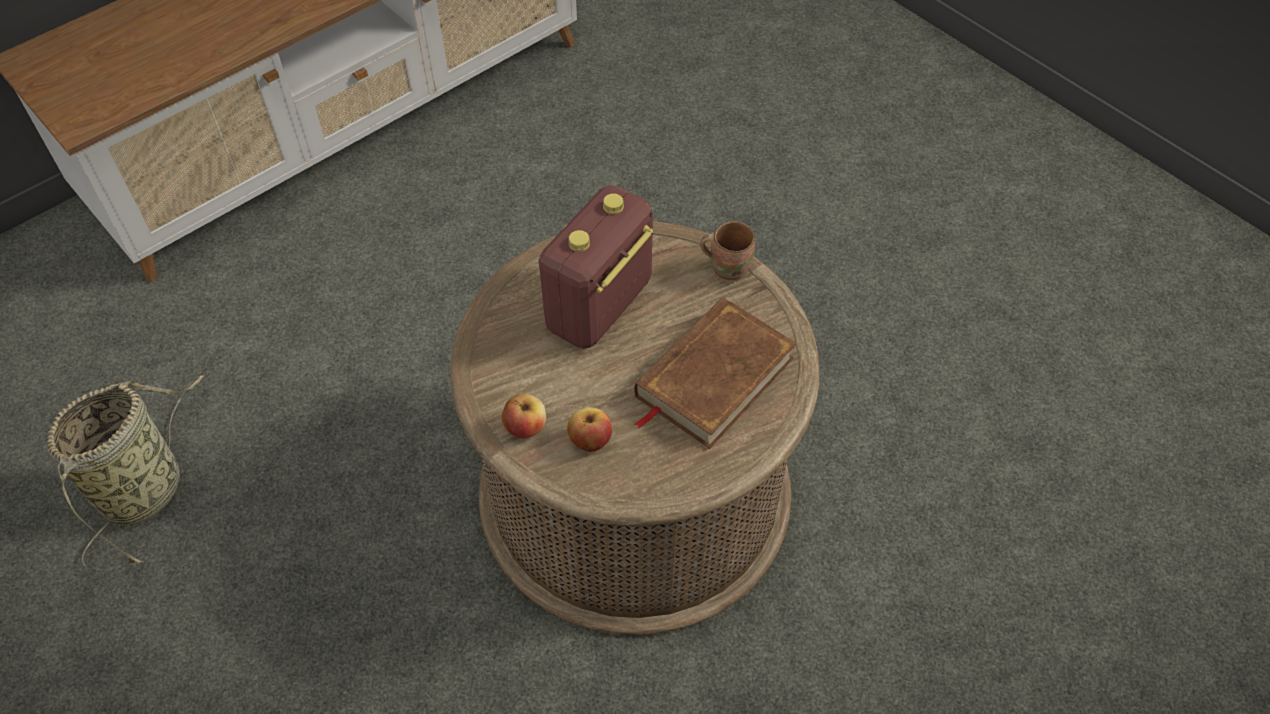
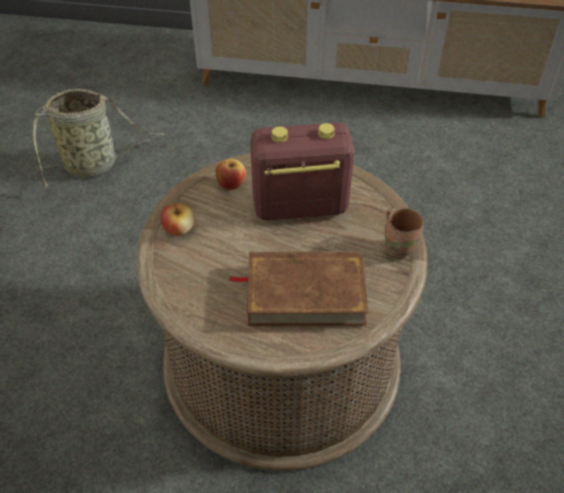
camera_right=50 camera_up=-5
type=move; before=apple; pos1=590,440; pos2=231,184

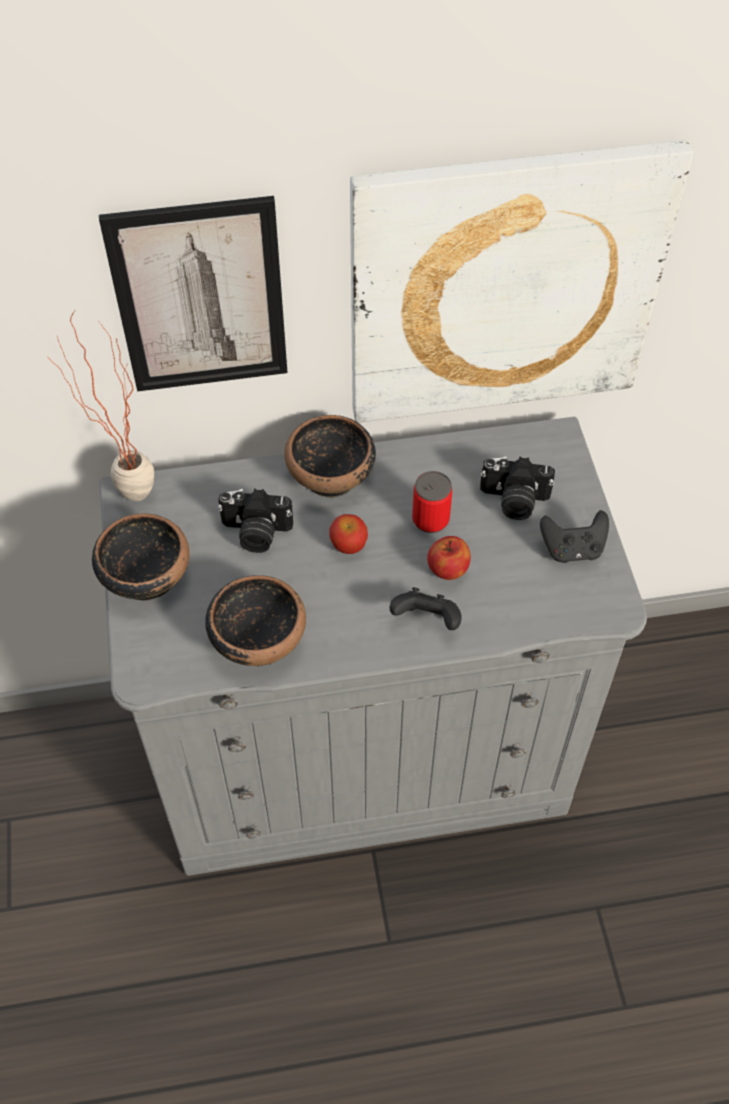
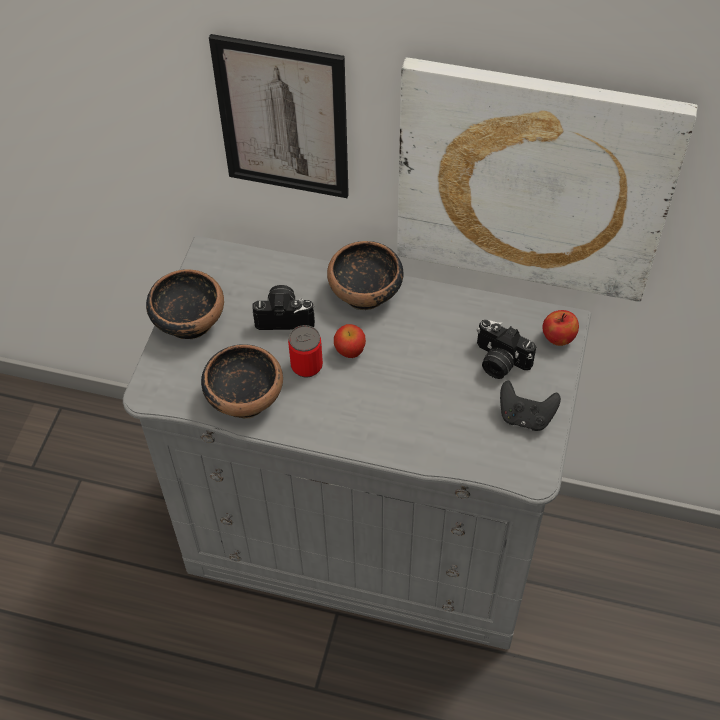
camera_right=25 camera_up=0
type=delete; before=potted plant; pos1=124,496
type=move; before=can; pos1=430,519; pos2=306,365
type=rotate; before=photo camera; pos1=255,533; pos2=285,316; turn=150
type=move; before=apple; pos1=447,570; pos2=558,338
type=delete; before=black game controller; pos1=427,620

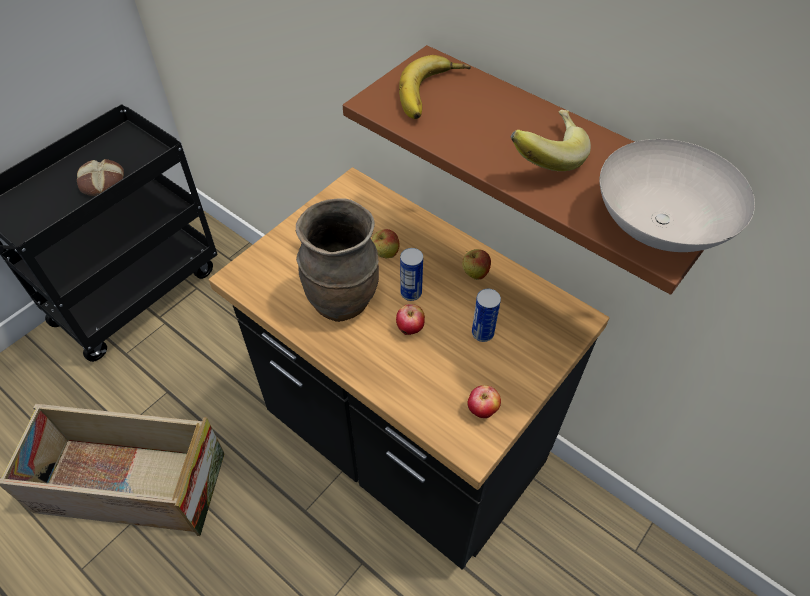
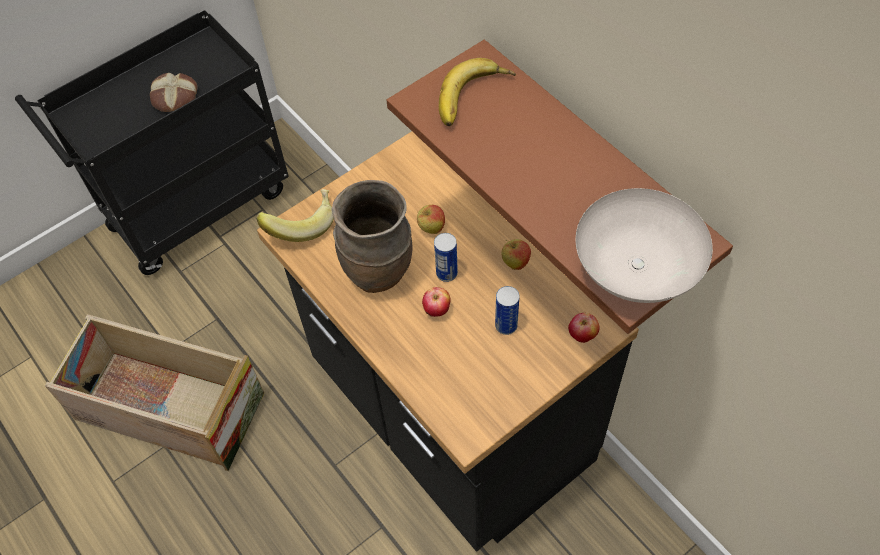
camera_right=15 camera_up=5
type=move; before=banana; pos1=544,156; pos2=301,223
type=move; before=apple; pos1=482,411; pos2=582,336

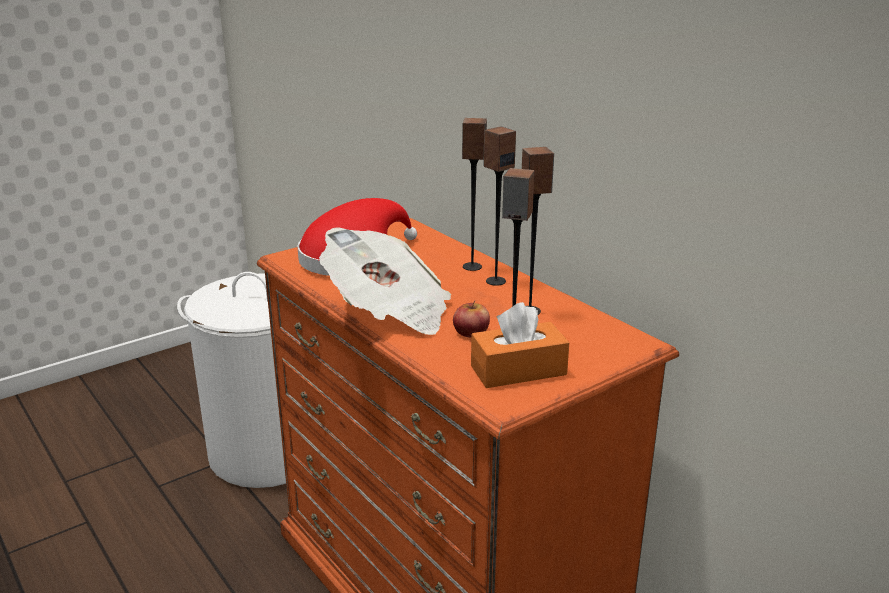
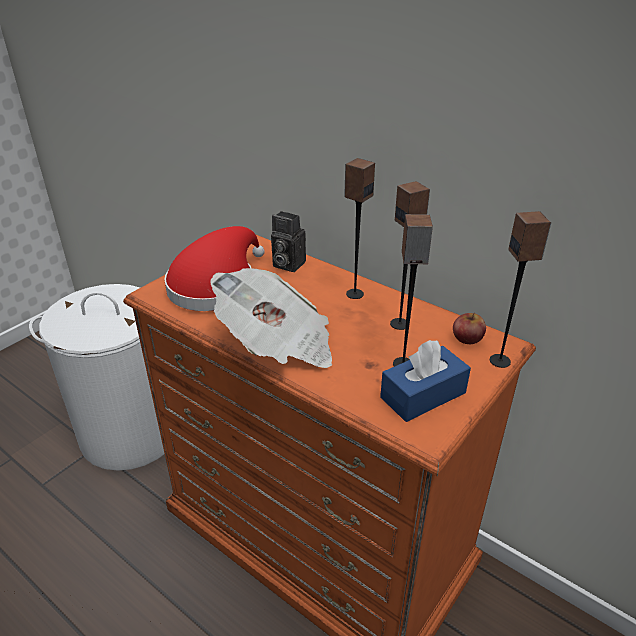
camera_right=-15 camera_up=10
type=move; before=speaker; pos1=472,267; pos2=500,361
type=move; before=apple; pos1=471,331; pos2=467,337
type=recolor; before=orange tissue box; after=blue tissue box; pos1=518,370; pos2=423,395
type=insert; after=photo camera; pos2=286,264

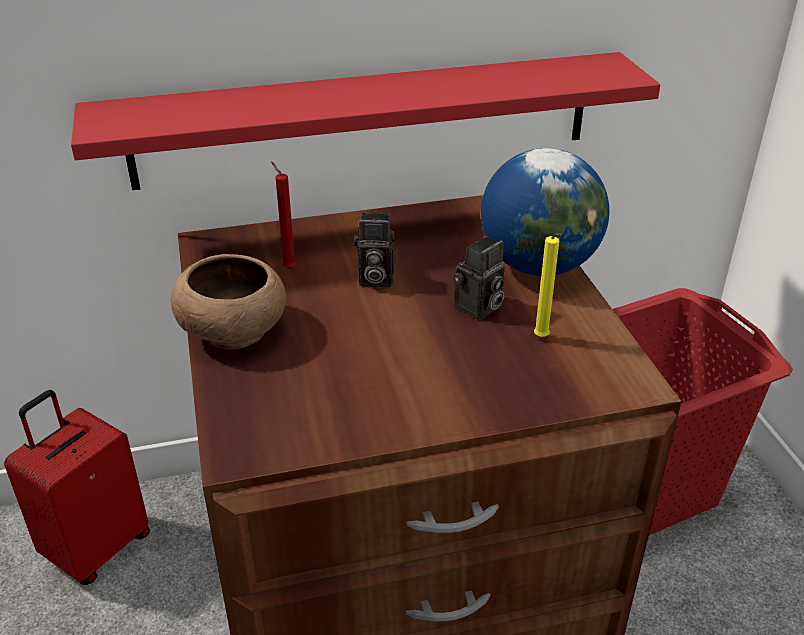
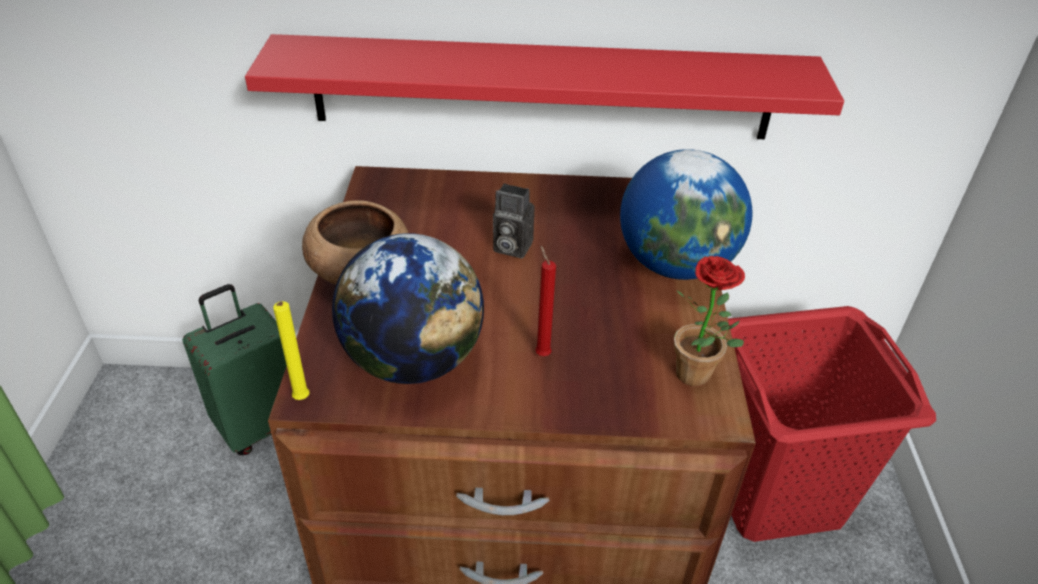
camera_right=15 camera_up=5
type=move; before=red candle; pos1=288,267; pos2=541,353
type=move; before=yellow candle; pos1=542,338; pos2=301,400
type=delete; before=photo camera; pos1=478,308
type=recolor; before=red suitcase; after=green suitcase; pos1=96,547; pos2=261,424
type=insert; after=globe; pos2=413,360
type=insert; after=potted plant; pos2=698,378

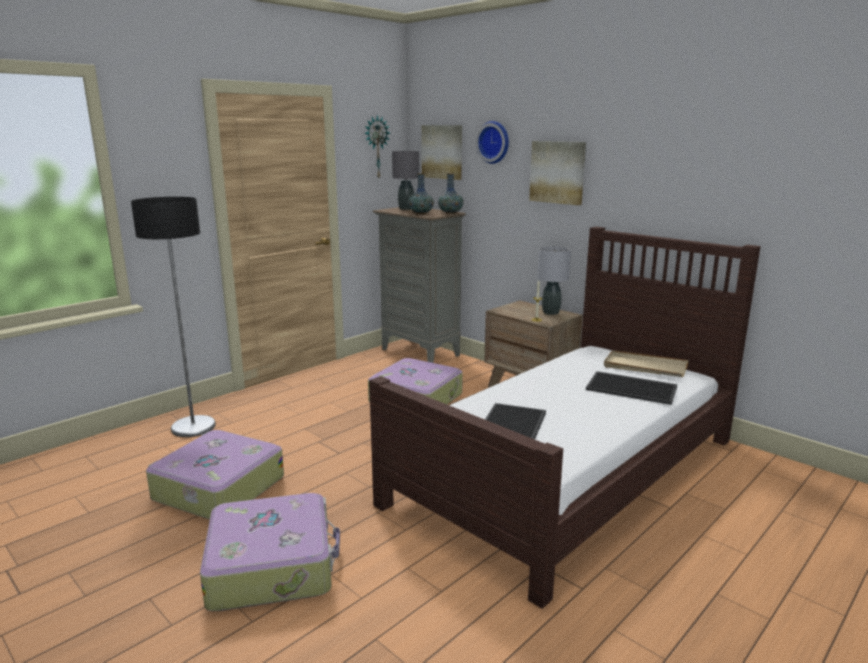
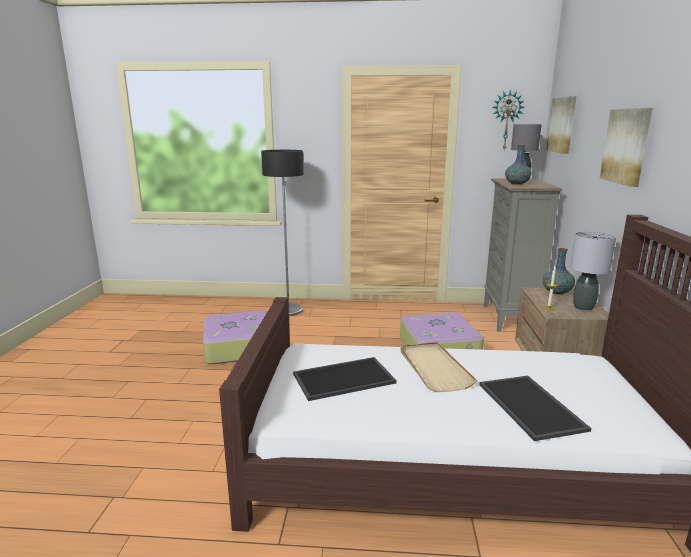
camera_right=50 camera_up=0
type=delete; before=wall clock; pos1=494,142
type=move; before=vase; pos1=450,213; pos2=557,292
type=move; before=beige tray; pos1=644,367; pos2=433,368
type=delete; before=suitcase; pos1=272,565

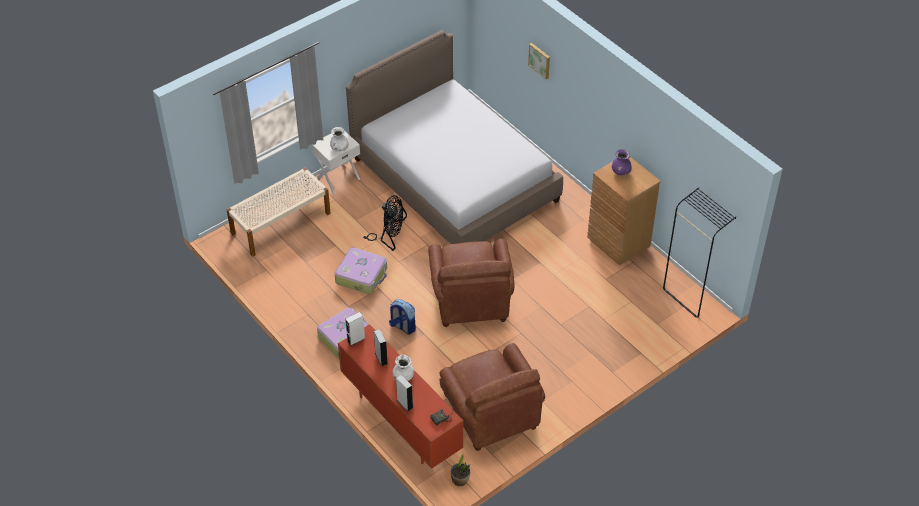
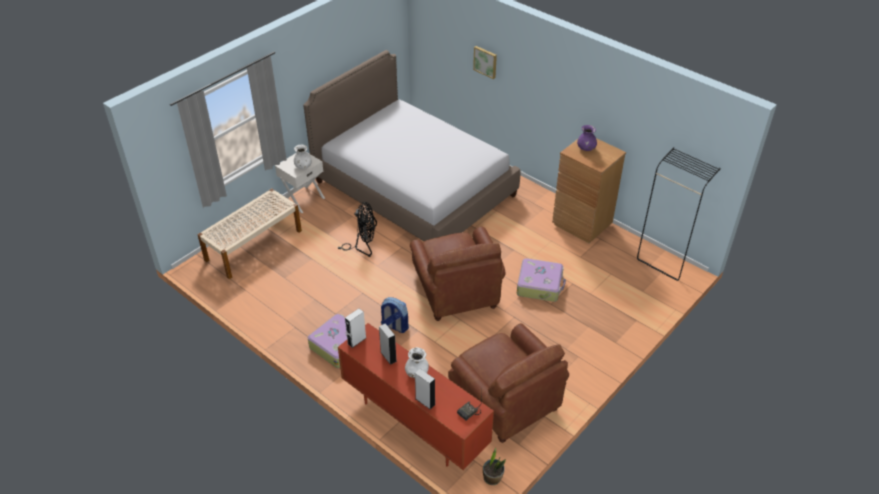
camera_right=-10 camera_up=-5
type=move; before=suitcase; pos1=362,275; pos2=540,285

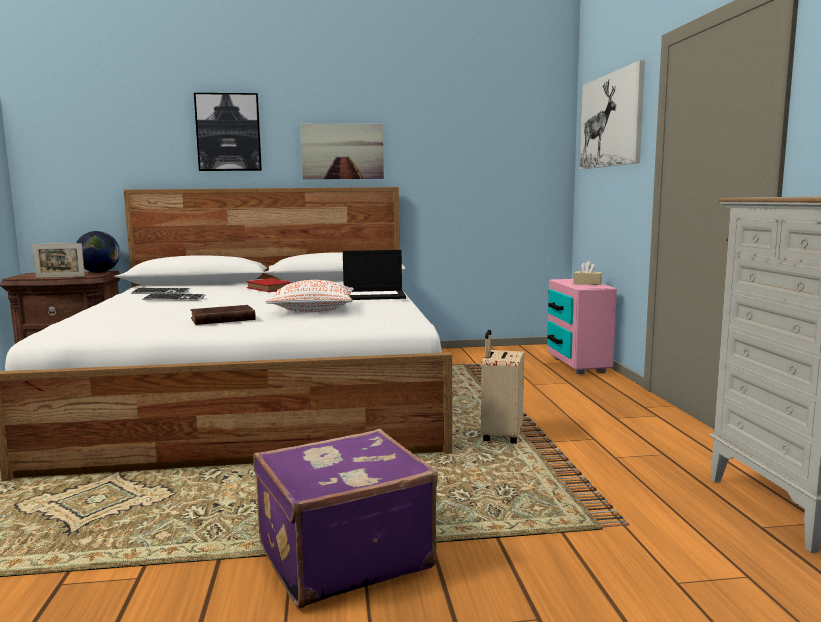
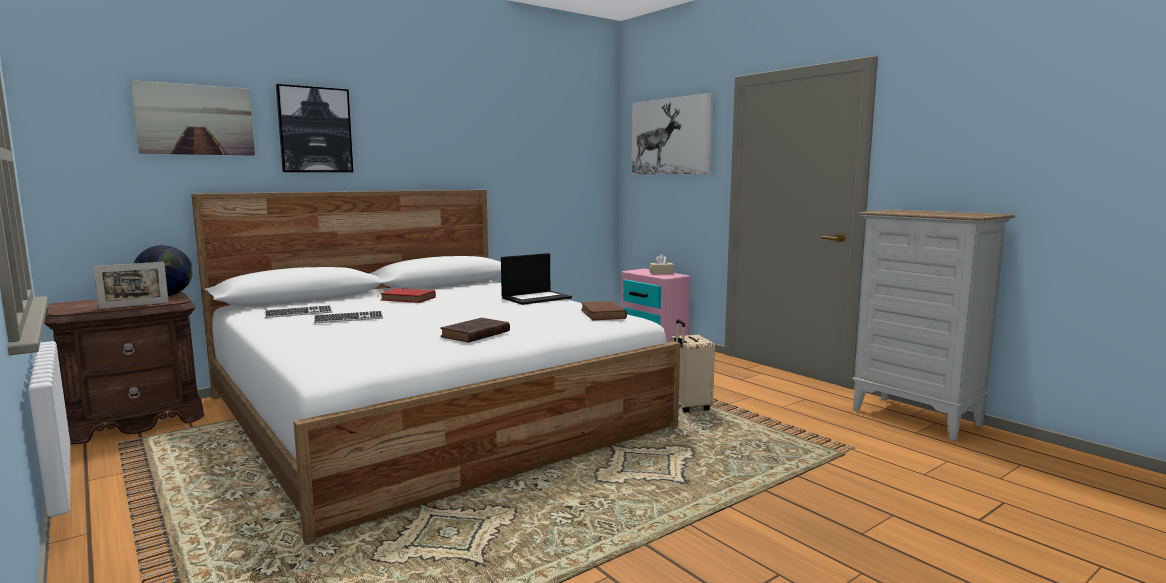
camera_right=-30 camera_up=0
type=move; before=picture; pos1=342,151; pos2=195,120
type=delete; before=white pillow; pos1=313,310
type=delete; before=purple suitcase; pos1=342,556
type=insert; after=brown book; pos2=603,314

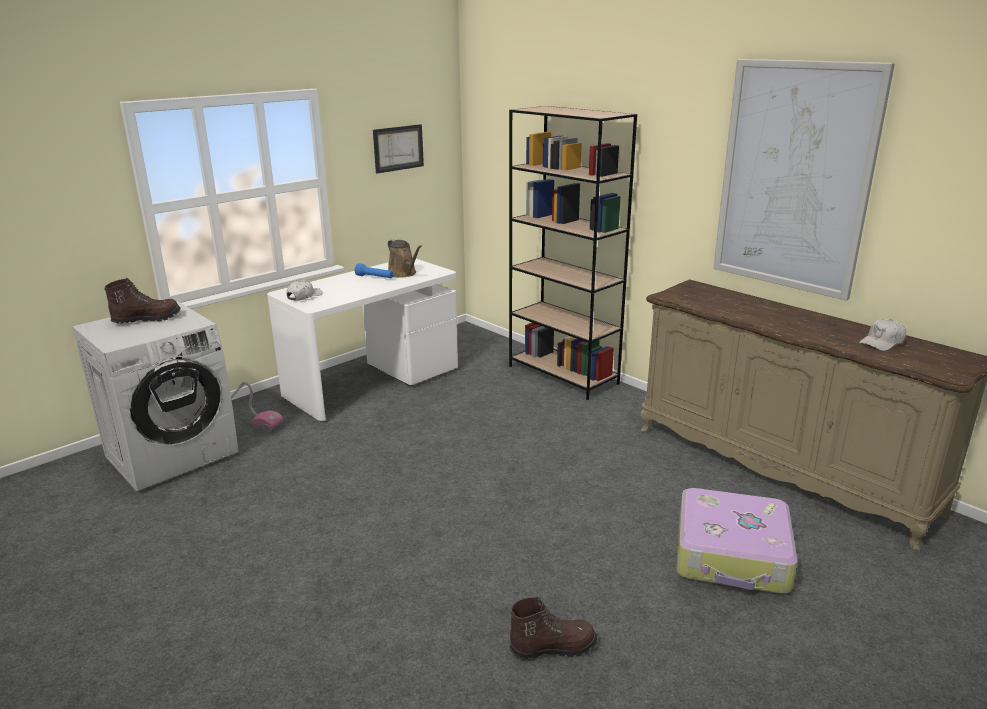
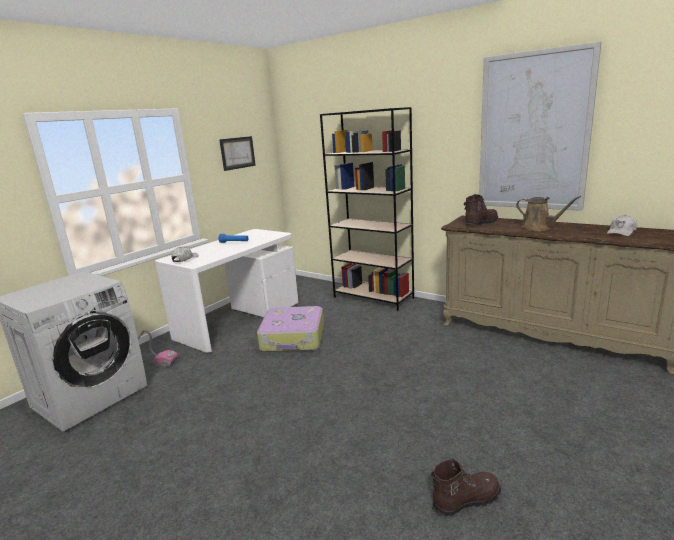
camera_right=-10 camera_up=-5
type=move; before=brown watering can; pos1=403,274; pos2=539,228
type=move; before=brown boot; pos1=147,319; pos2=480,223
type=move; before=suitcase; pos1=732,555; pos2=293,338

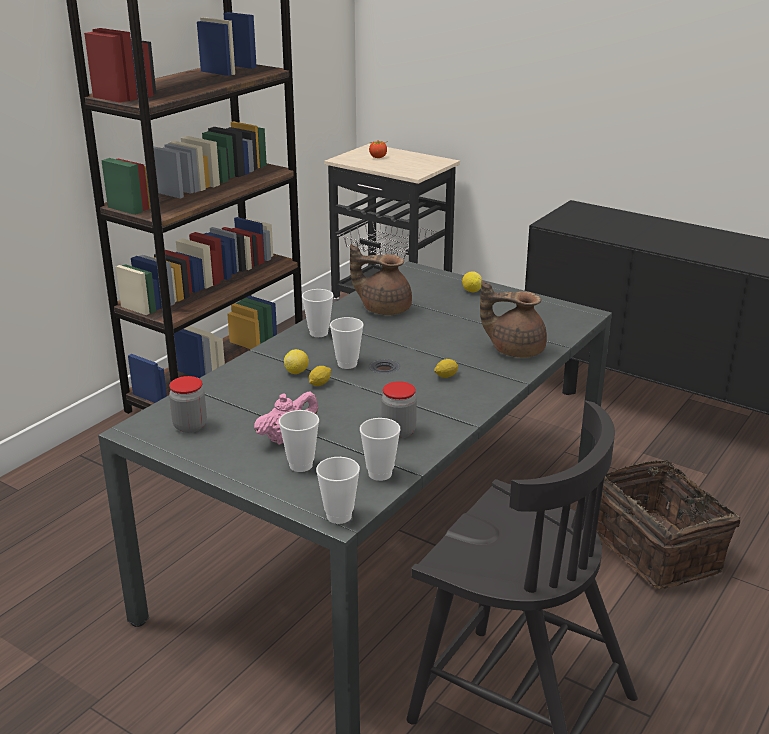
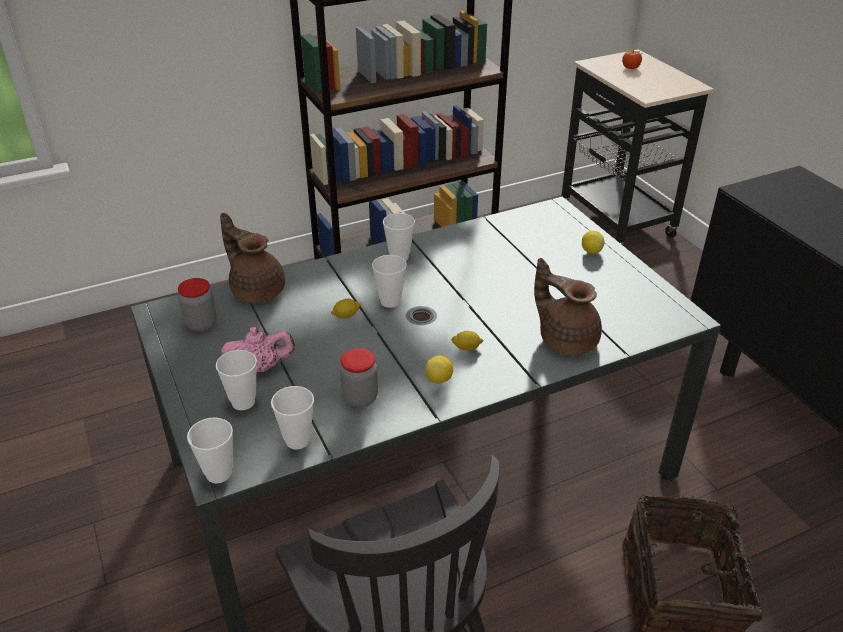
camera_right=30 camera_up=10
type=move; before=brown teapot; pos1=384,308; pos2=257,289
type=move; before=lemon; pos1=297,372; pos2=439,379

